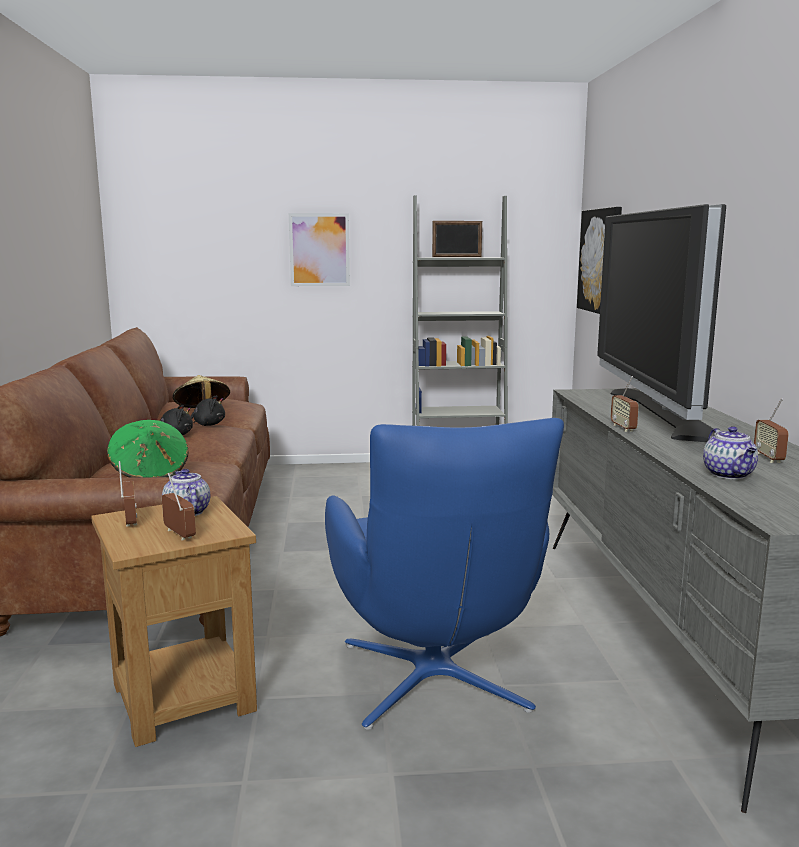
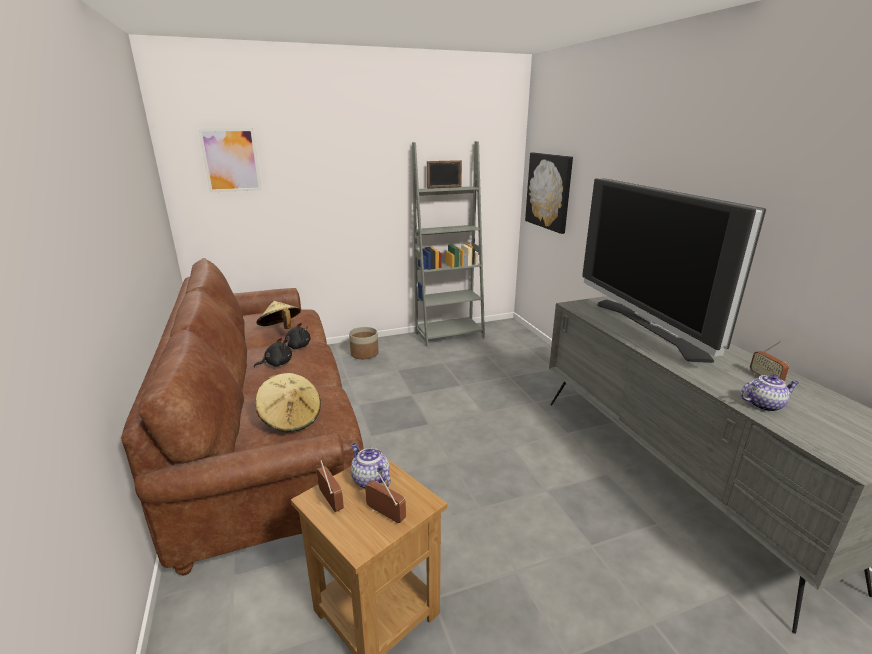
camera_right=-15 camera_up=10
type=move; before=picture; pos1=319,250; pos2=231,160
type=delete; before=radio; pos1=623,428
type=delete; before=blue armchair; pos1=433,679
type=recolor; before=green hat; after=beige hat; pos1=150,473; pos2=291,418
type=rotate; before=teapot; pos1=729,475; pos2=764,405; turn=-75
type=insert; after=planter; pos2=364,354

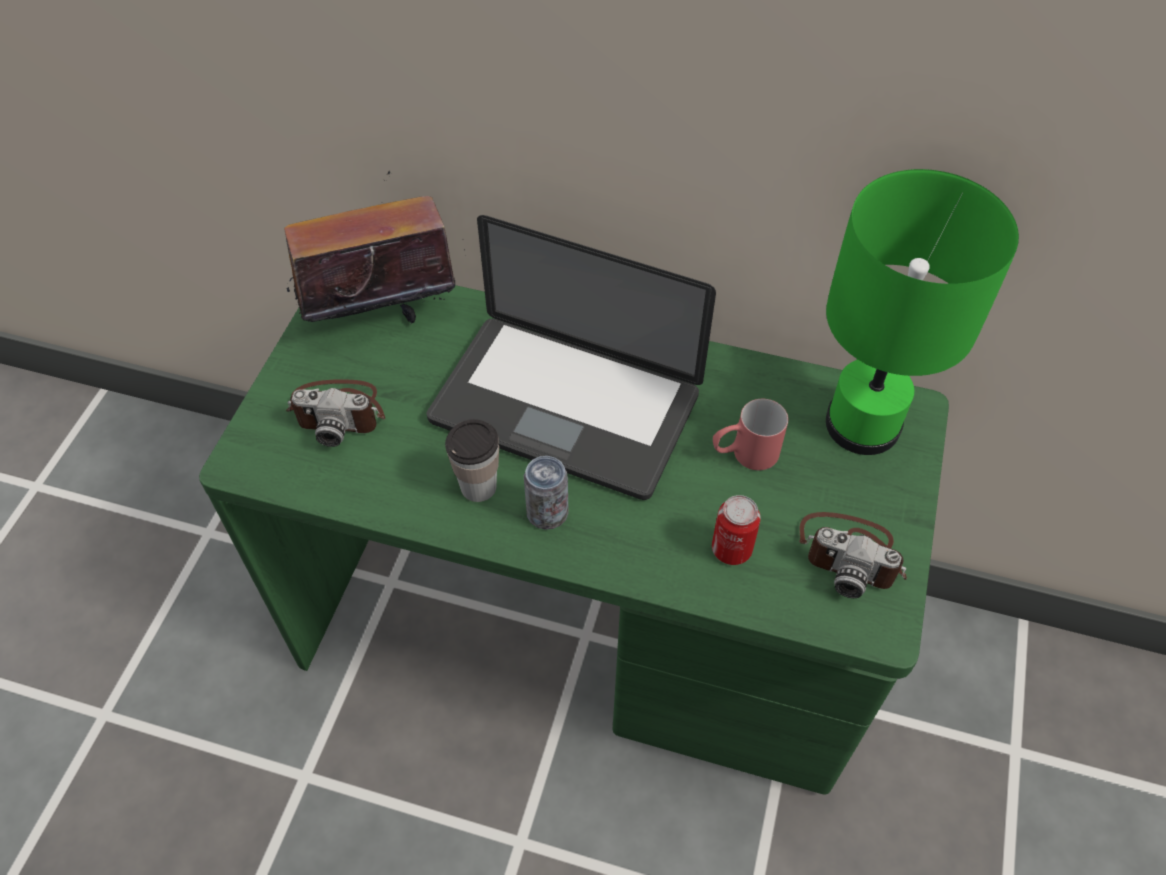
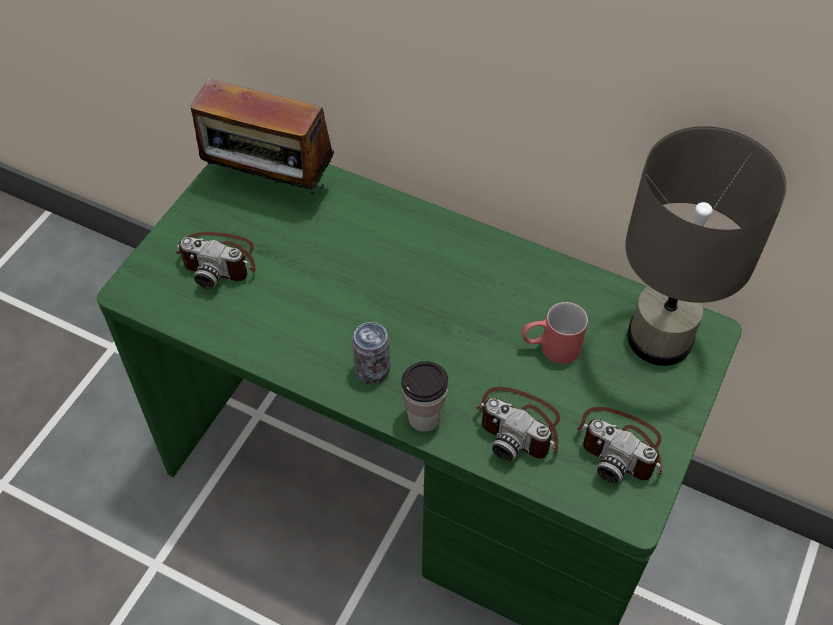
camera_right=10 camera_up=0
type=recolor; before=green table lamp; after=grey table lamp; pos1=862,423; pos2=660,337
type=rotate; before=radio; pos1=380,316; pos2=269,185; turn=-150
type=delete; before=laptop; pos1=565,408
type=move; before=cup; pos1=478,487; pos2=424,417
type=replace; before=can; after=photo camera; pos1=731,549; pos2=520,425

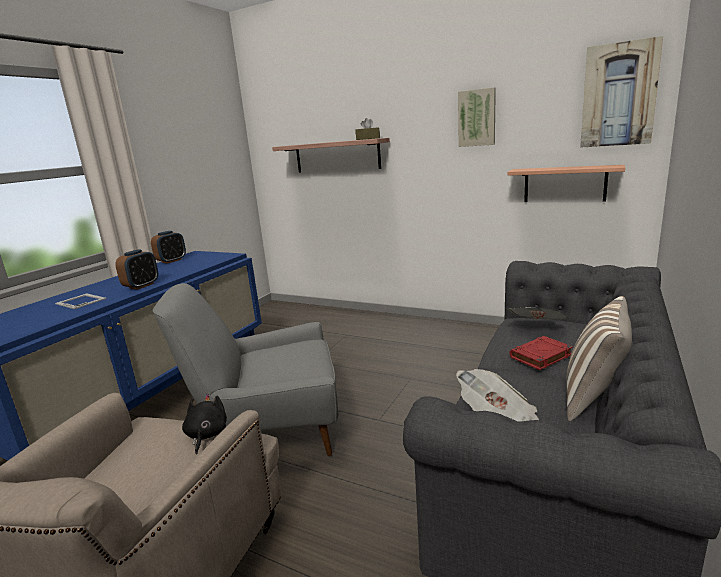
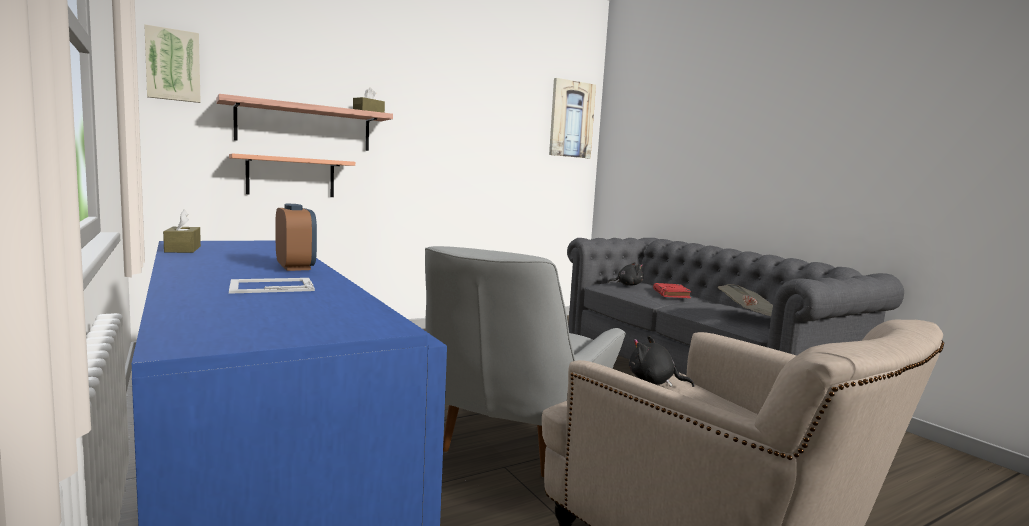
camera_right=-60 camera_up=-10
type=move; before=picture; pos1=477,118; pos2=173,65
type=move; before=shelf; pos1=564,184; pos2=291,177
type=replace; before=alarm clock; after=brown tissue box; pos1=171,261; pos2=183,249
type=delete; before=pillow; pos1=594,399
type=replace; before=newspaper; after=black plush toy; pos1=536,328; pos2=627,285

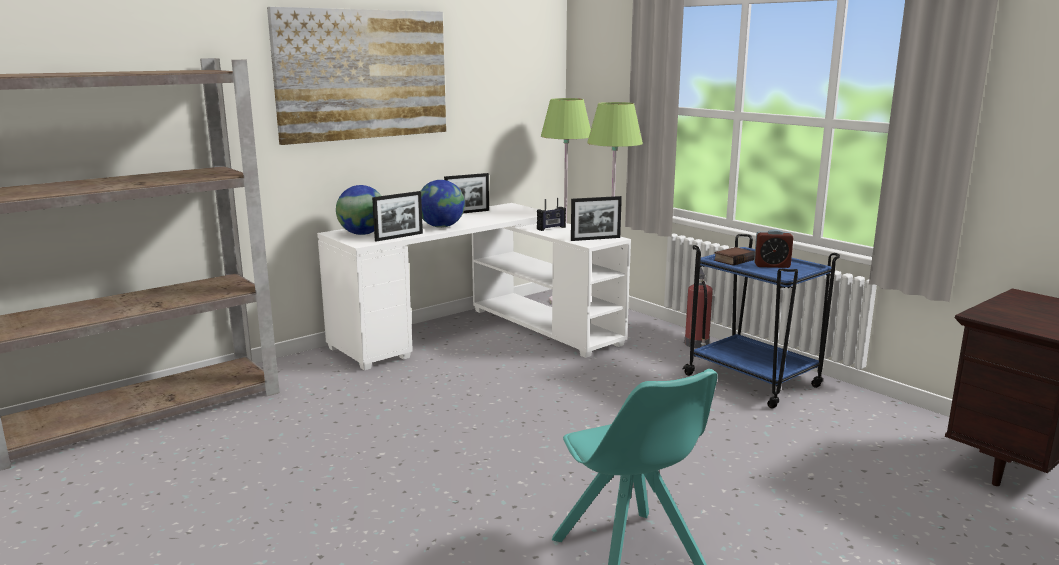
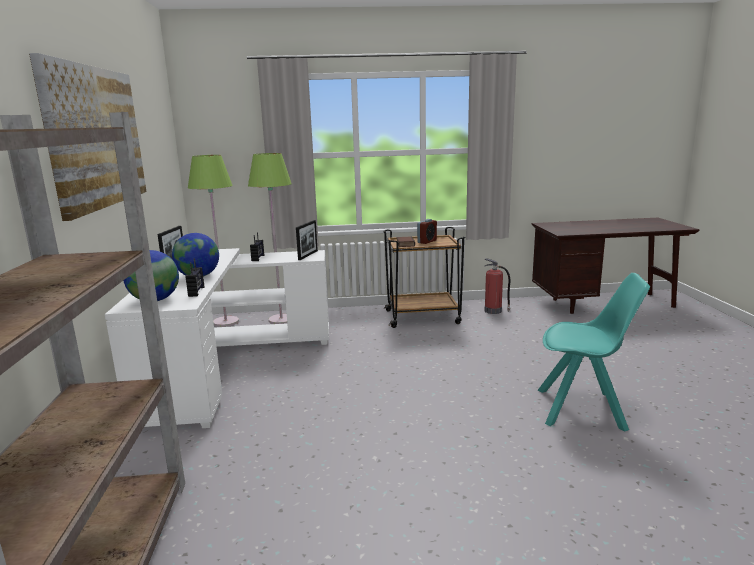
camera_right=-55 camera_up=0
type=replace; before=picture frame; after=radio; pos1=399,237; pos2=197,291
type=recolor; before=blue cart; after=brown cart; pos1=753,381; pos2=423,317
type=move; before=fire extinguisher; pos1=697,344; pos2=494,311

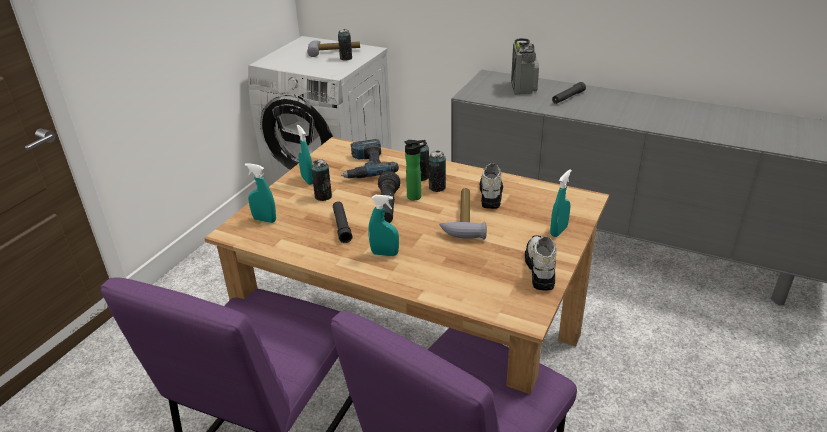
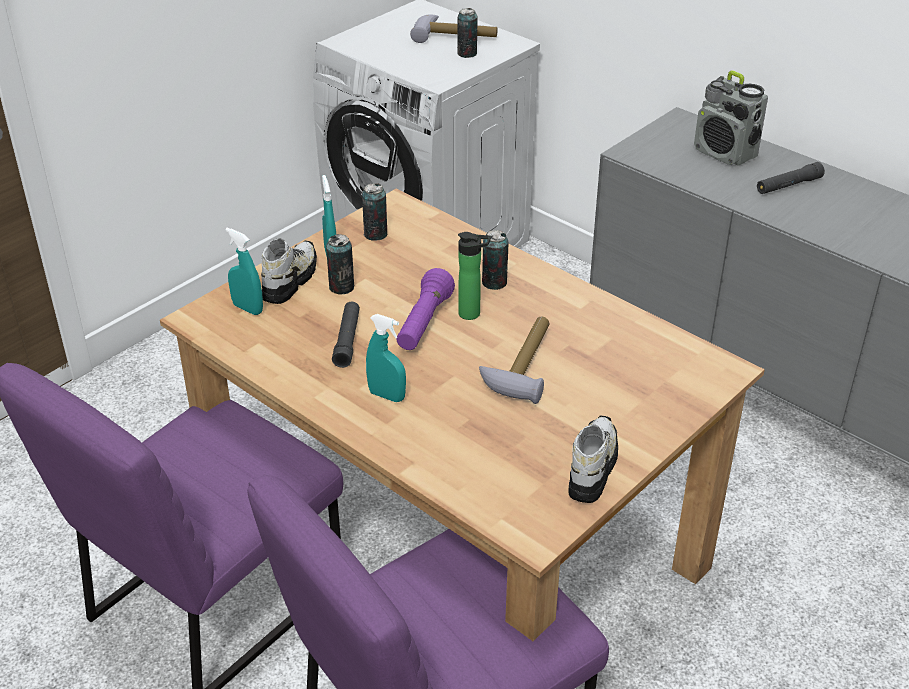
camera_right=15 camera_up=5
type=rotate; before=radio; pos1=523,87; pos2=725,154; turn=120
type=delete; before=power drill; pos1=366,166
type=move; before=can; pos1=437,188; pos2=375,234
type=move; before=shoe; pos1=490,194; pos2=290,280
type=delete; before=turquoise spray bottle; pos1=558,231
type=recolor; before=black flashlight; after=purple flashlight; pos1=388,207; pos2=424,323

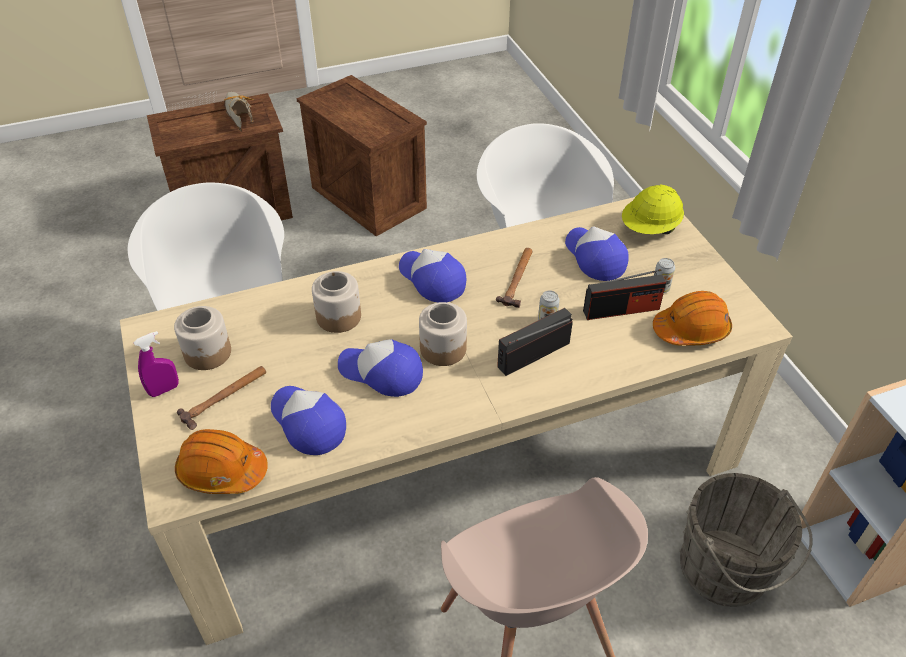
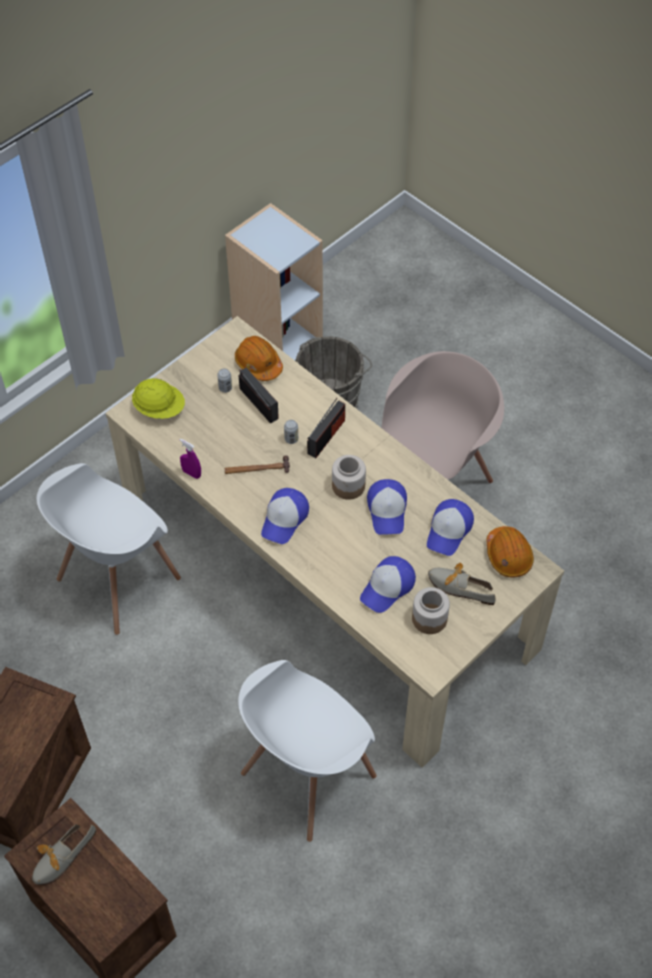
camera_right=-115 camera_up=10
type=move; before=cap; pos1=594,257; pos2=388,587
type=delete; before=jar; pos1=338,316
type=rotate; before=radio; pos1=533,355; pos2=326,437; turn=-90
type=move; before=purple spray bottle; pos1=164,390; pos2=191,473
type=replace; before=hammer; after=shoe; pos1=225,397; pos2=457,586

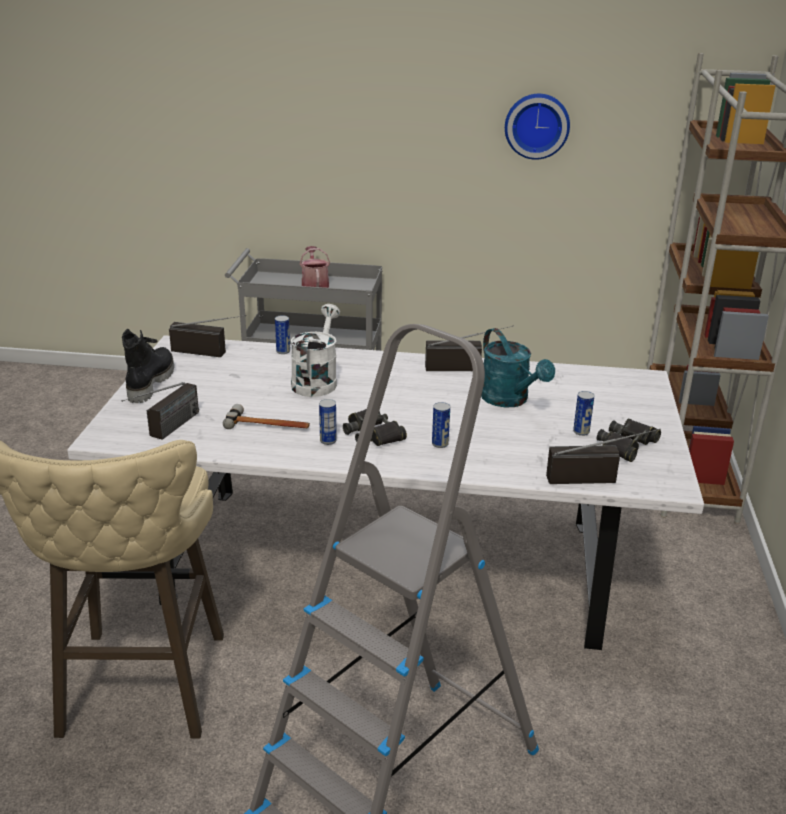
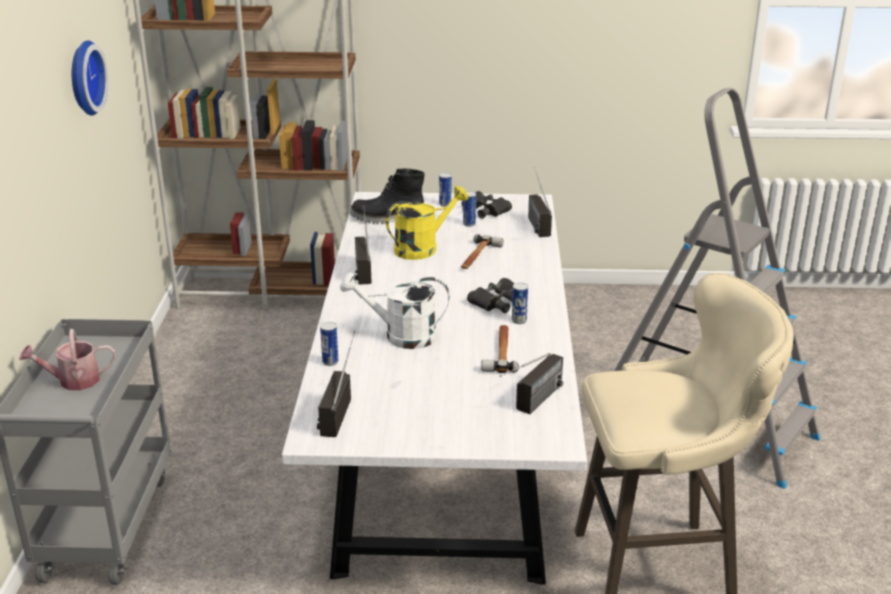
camera_right=-95 camera_up=0
type=move; before=black boot; pos1=149,383; pos2=387,219
type=recolor; before=turquoise watering can; after=yellow watering can; pos1=510,400; pos2=422,248
type=rotate; before=radio; pos1=166,432; pos2=532,405; turn=105
type=move; before=can; pos1=440,444; pos2=445,204
type=insert; after=hammer; pos2=478,257

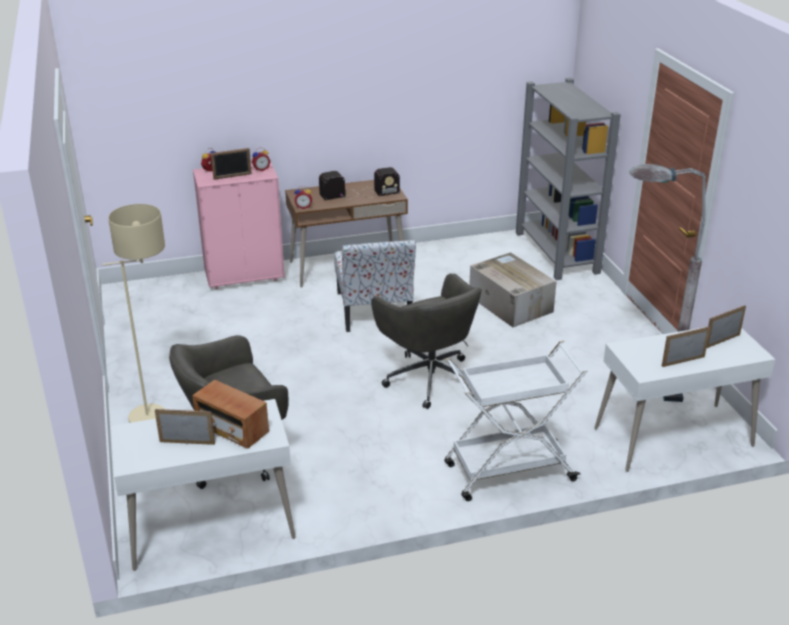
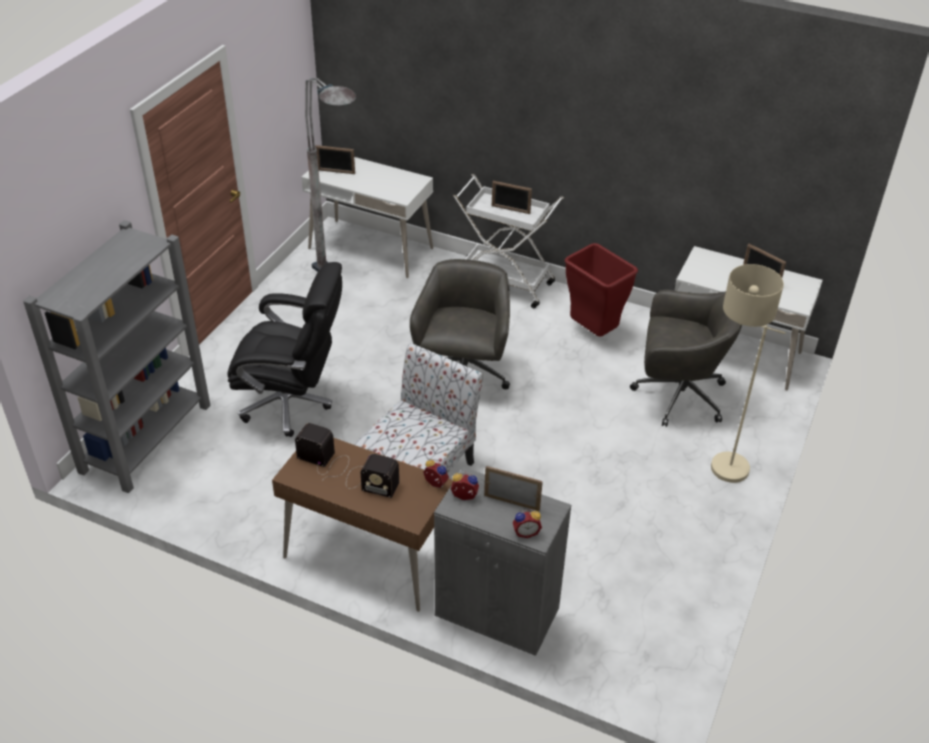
camera_right=-140 camera_up=10
type=recolor; before=pink cabinet; after=grey cabinet; pos1=245,277; pos2=495,617
type=replace; before=cardboard box; after=black office chair; pos1=509,303; pos2=292,406
type=move; before=picture frame; pos1=683,361; pos2=510,209
type=delete; before=radio; pos1=232,429
type=insert; after=red trash can; pos2=594,332

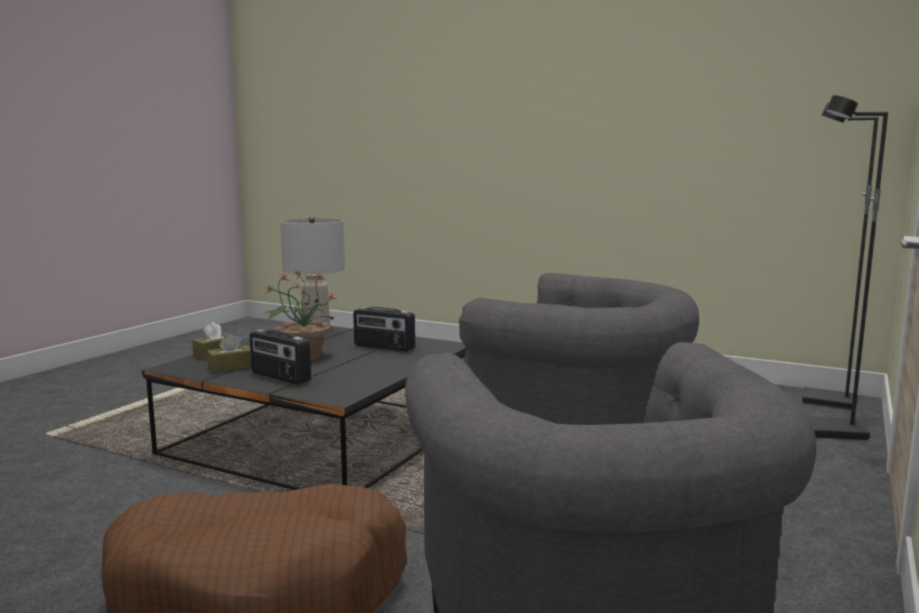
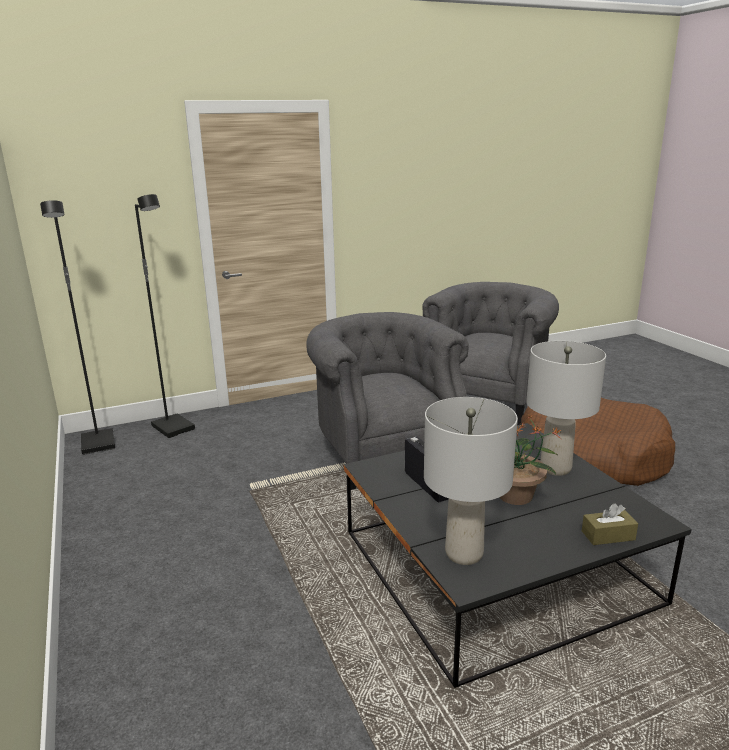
camera_right=-140 camera_up=10
type=replace; before=radio; after=grey table lamp; pos1=280,377; pos2=554,468
type=delete; before=brown tissue box; pos1=231,367

